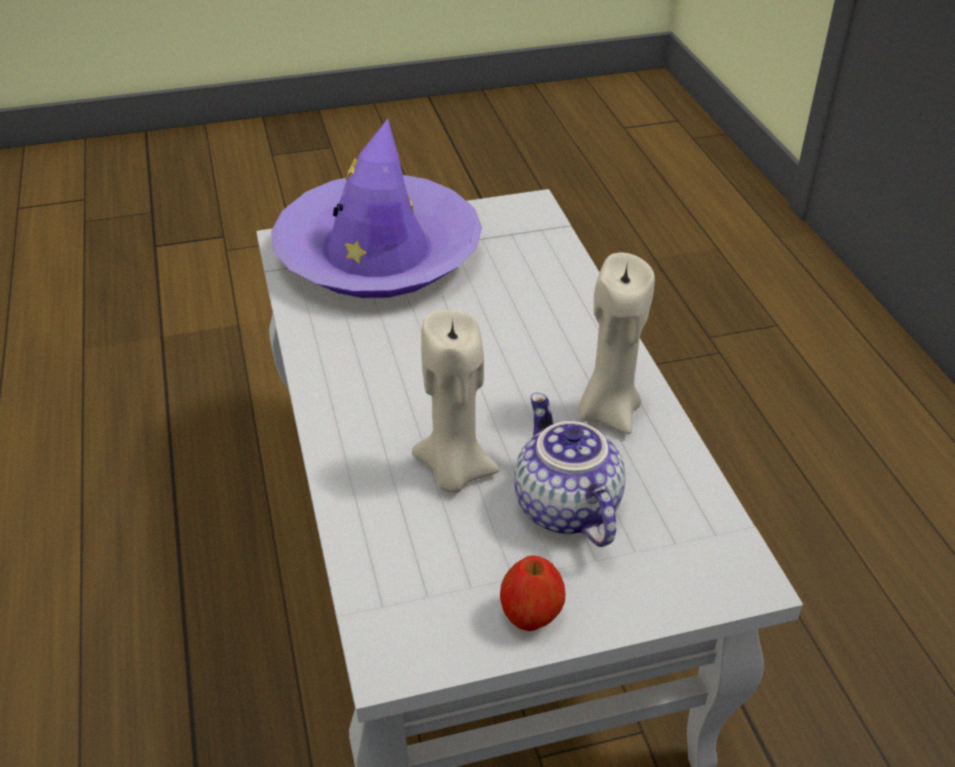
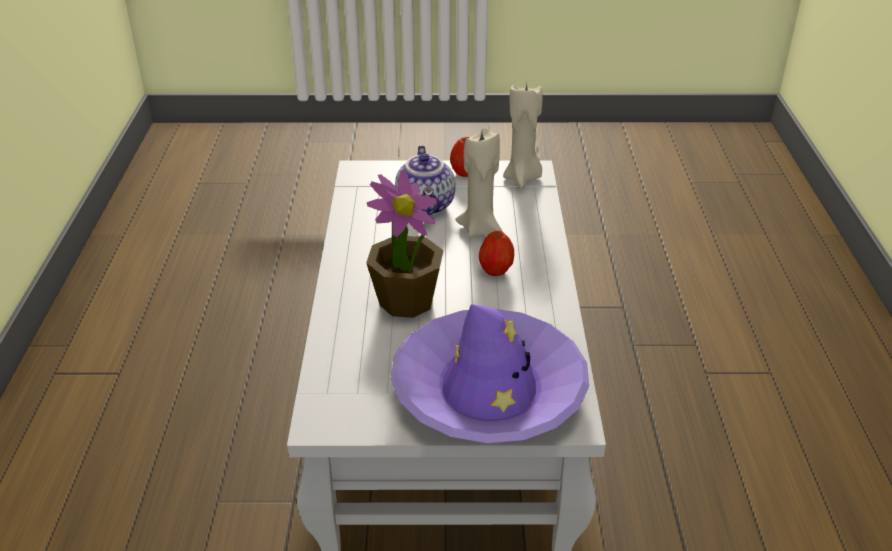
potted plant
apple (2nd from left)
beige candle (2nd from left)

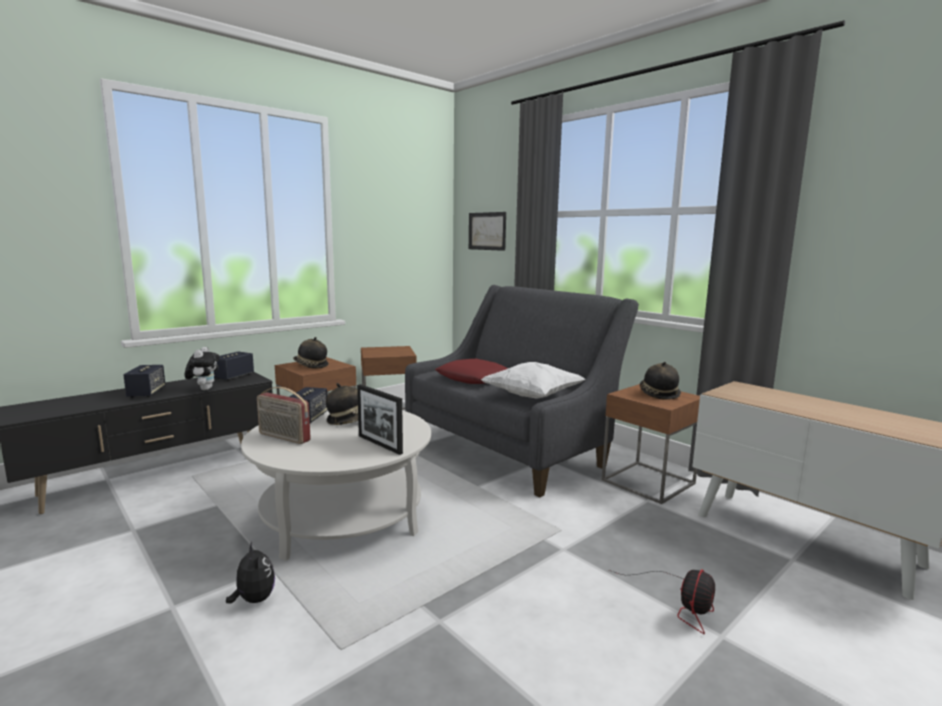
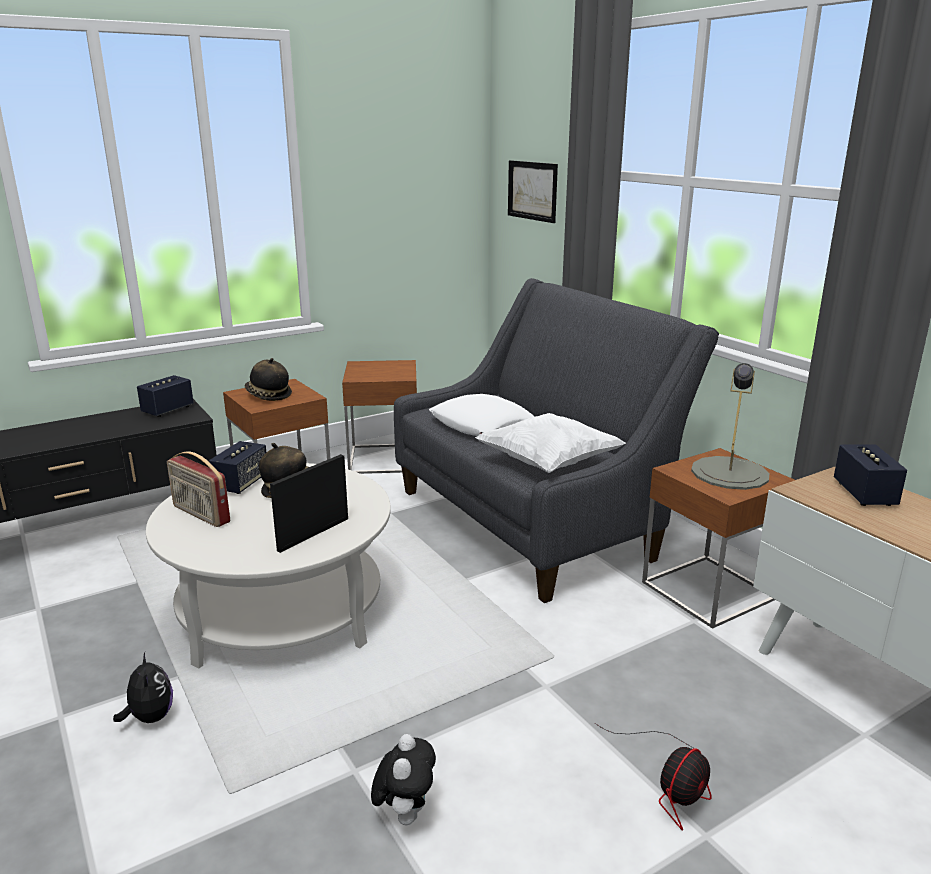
picture frame
plush toy (2nd from left)
white pillow (1st from left)
grey table lamp
speaker (3rd from left)

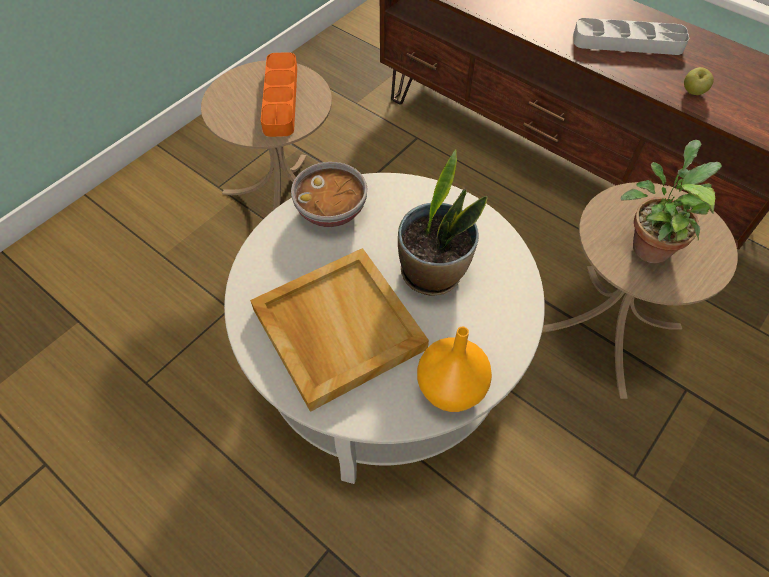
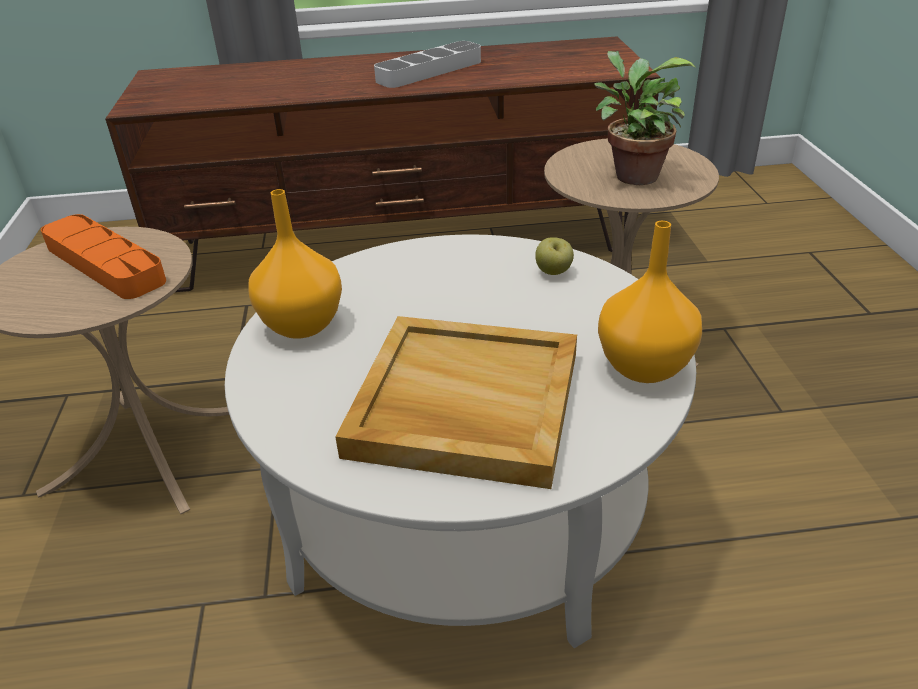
orange vase (1st from left)
apple
potted plant (1st from left in the first image)

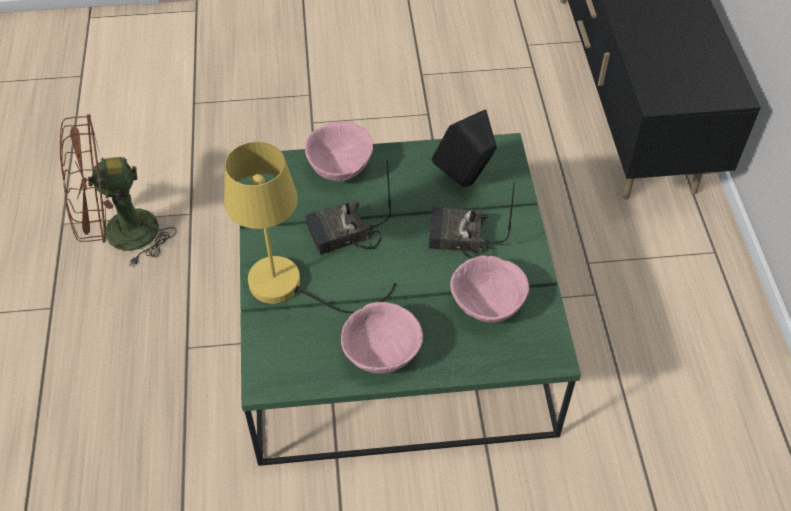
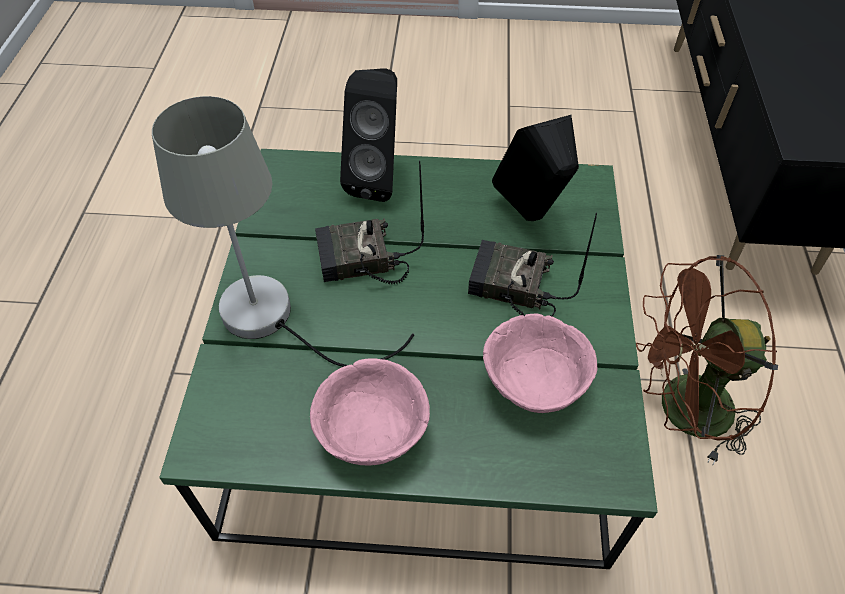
grey table lamp
black speaker (1st from left)
brown fan

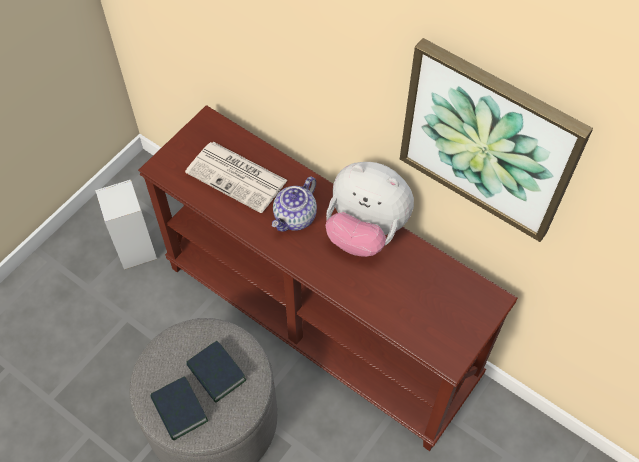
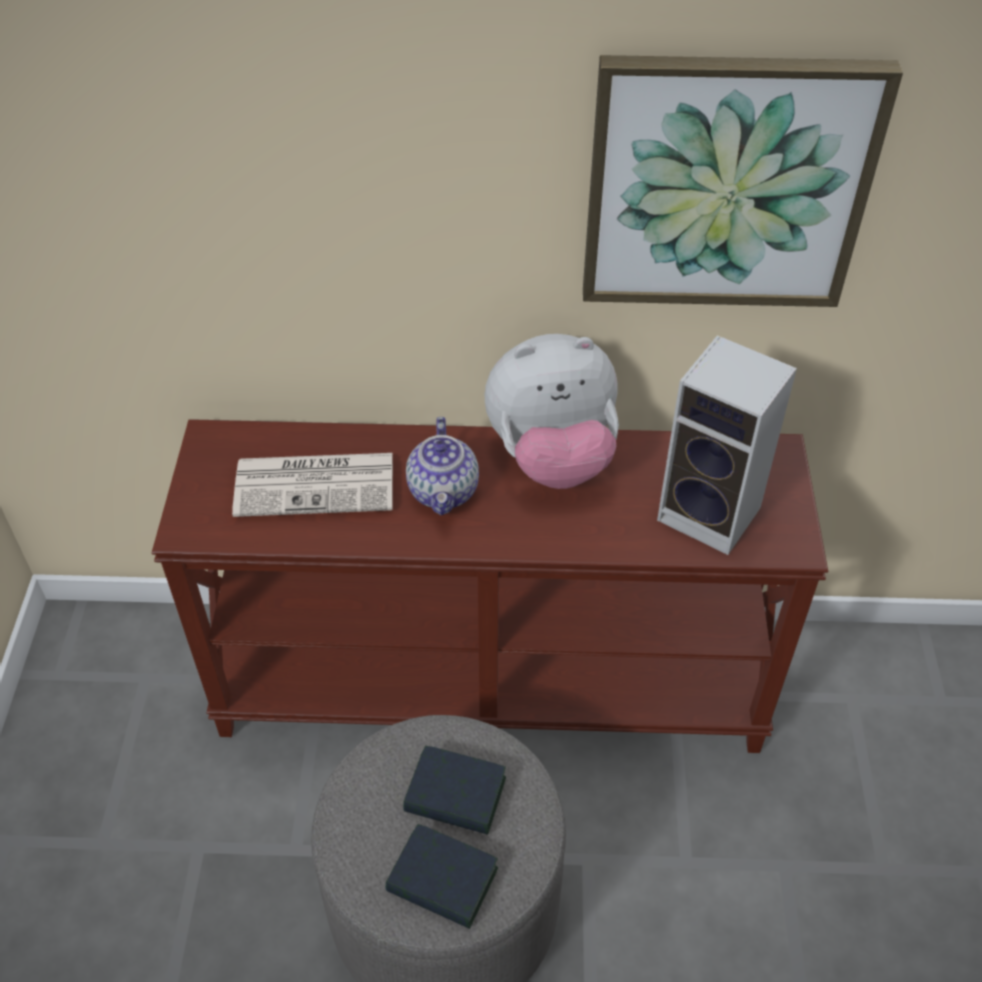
speaker

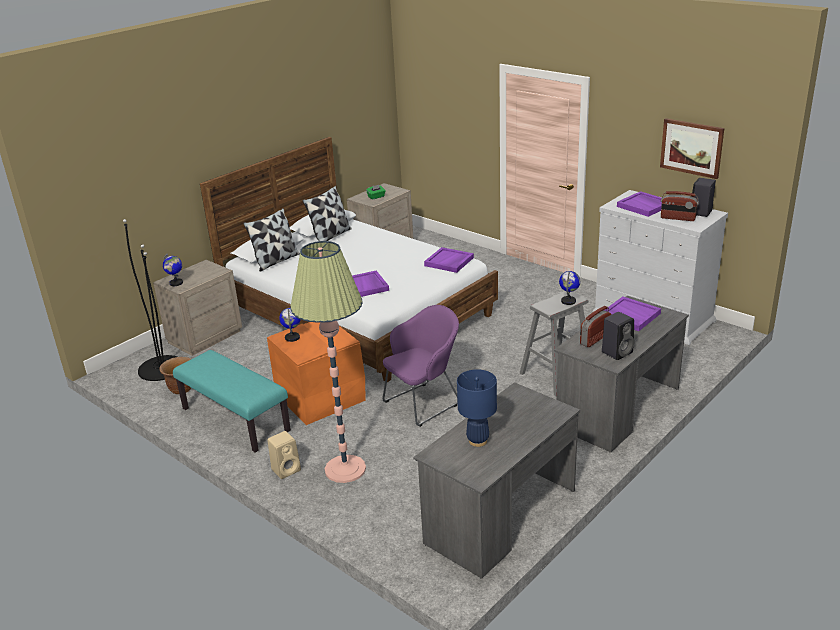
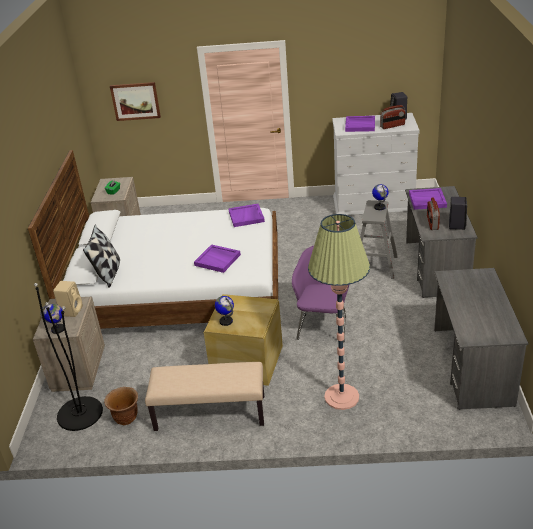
beige speaker
picture
beige bench
beige storage box
pillow (2nd from left in the first image)
blue table lamp

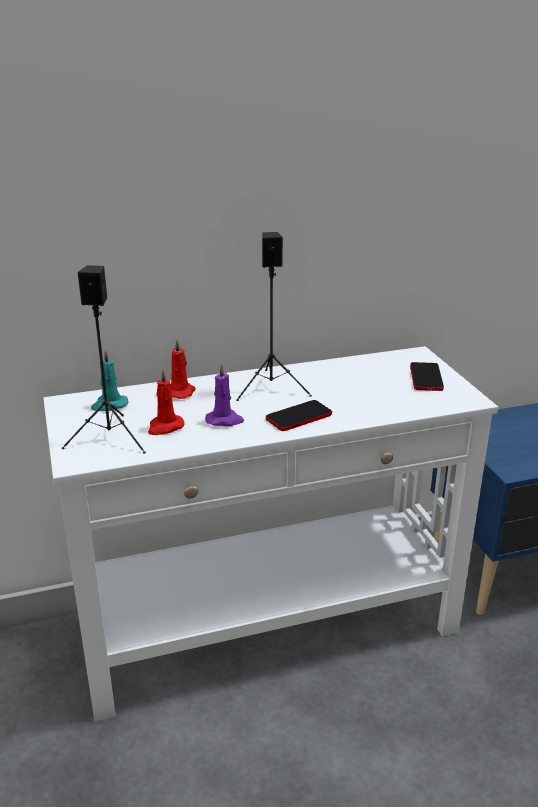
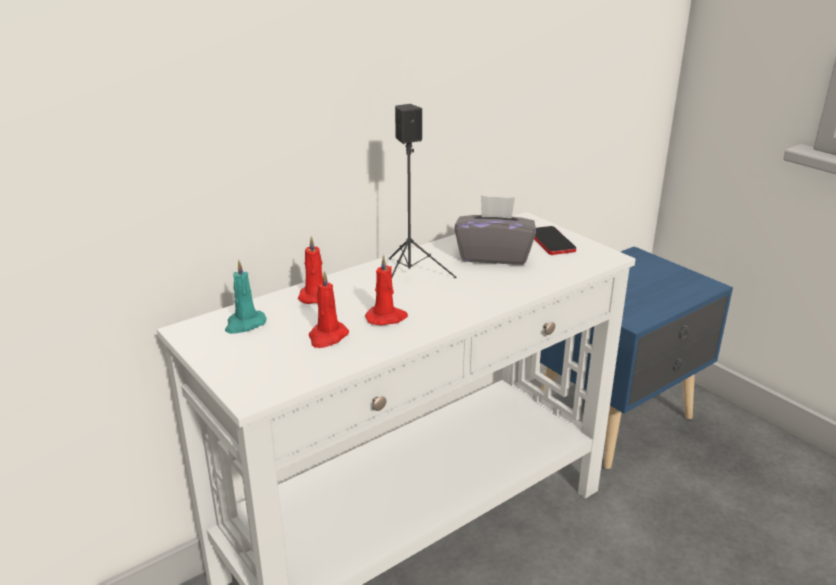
red candle (3rd from left)
grey tissue box
black speaker (1st from left in the first image)
phone (1st from left in the first image)

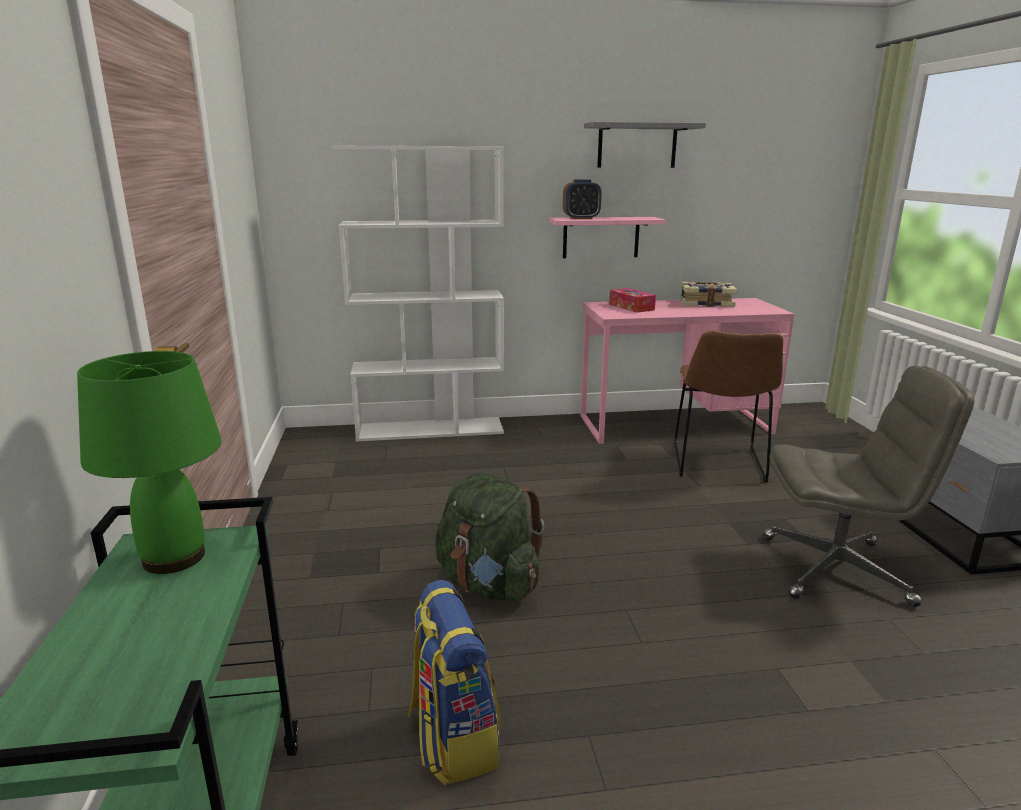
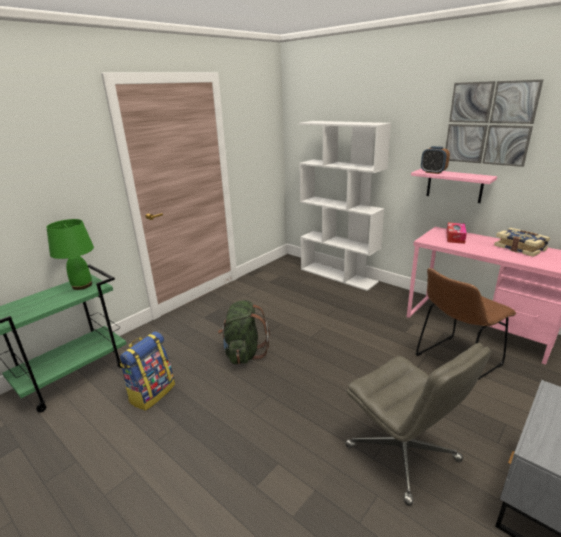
picture

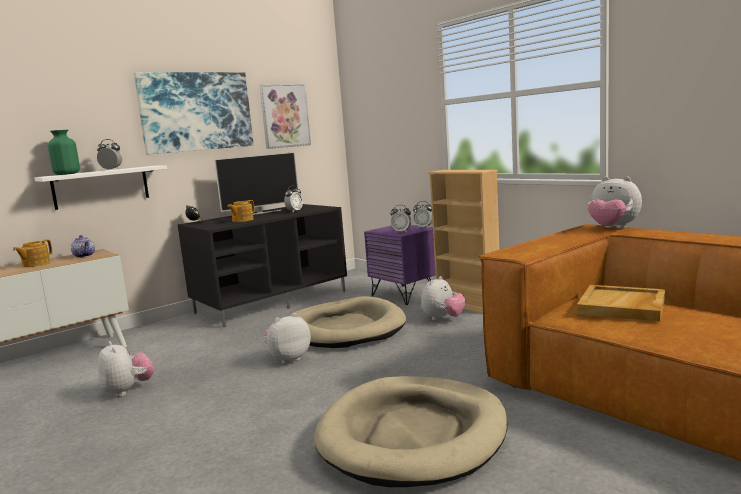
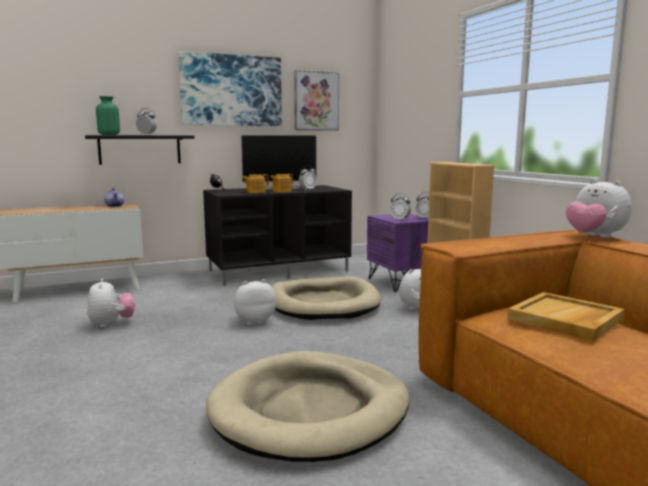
black shelf
teapot (3rd from left)

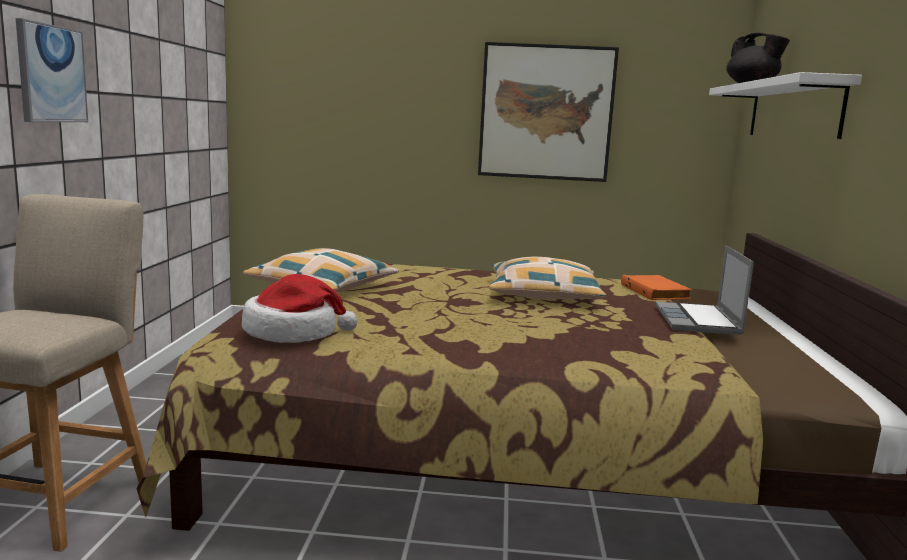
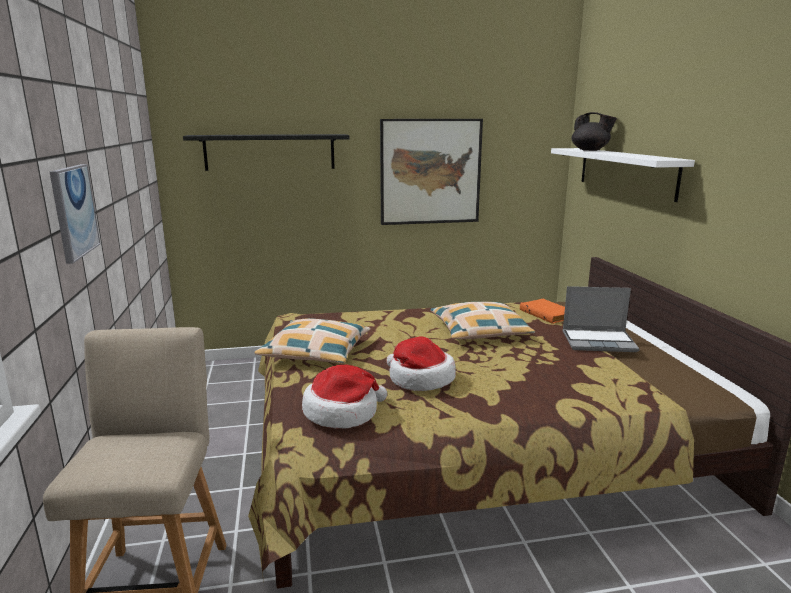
black shelf
hat (2nd from left)
laptop

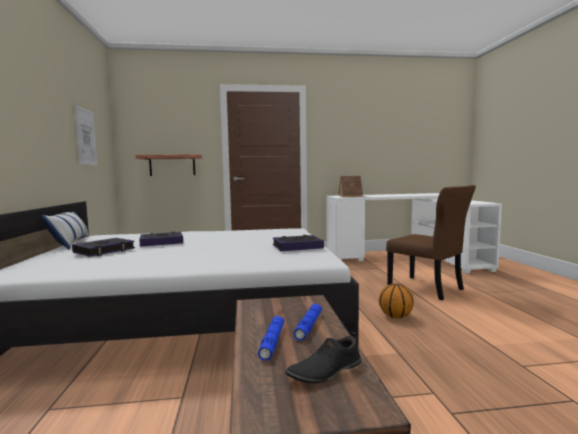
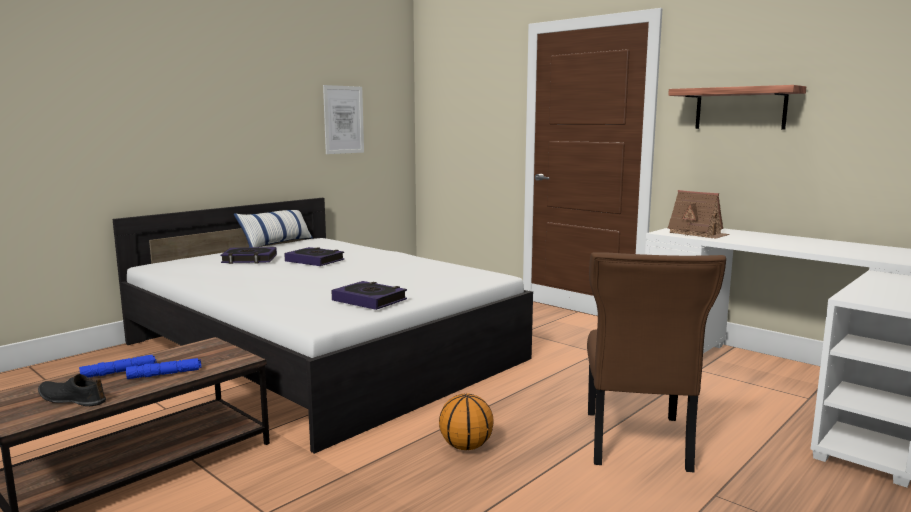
shelf

